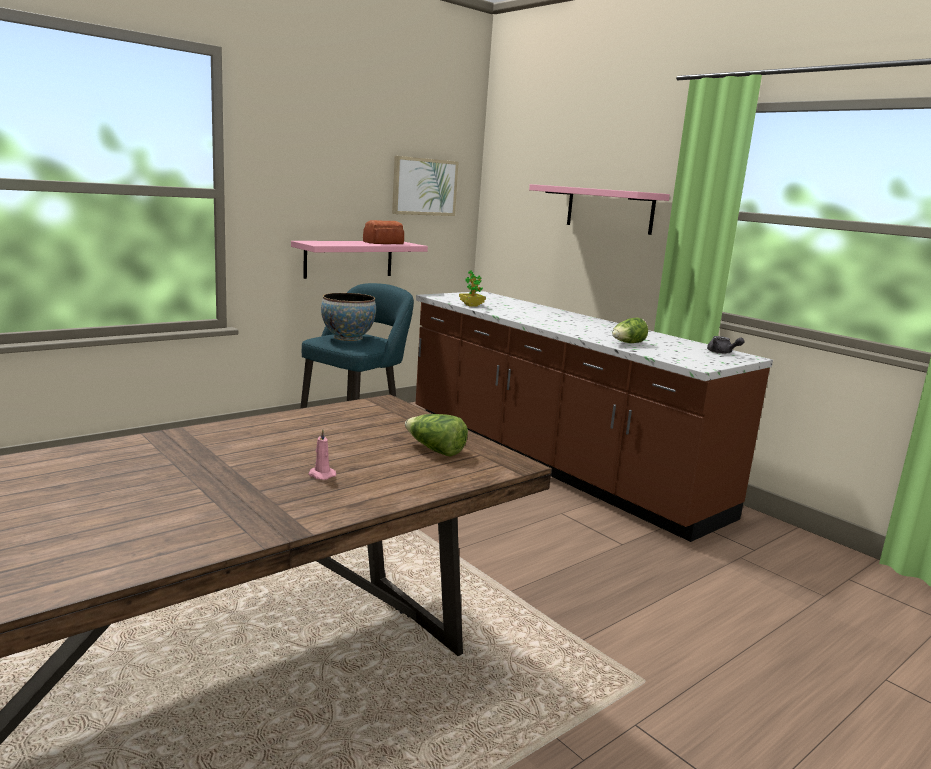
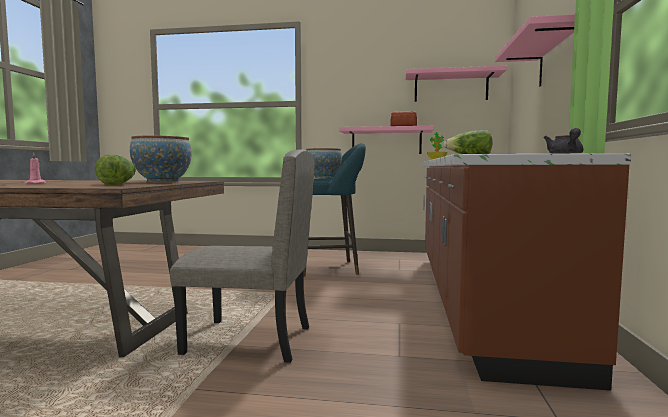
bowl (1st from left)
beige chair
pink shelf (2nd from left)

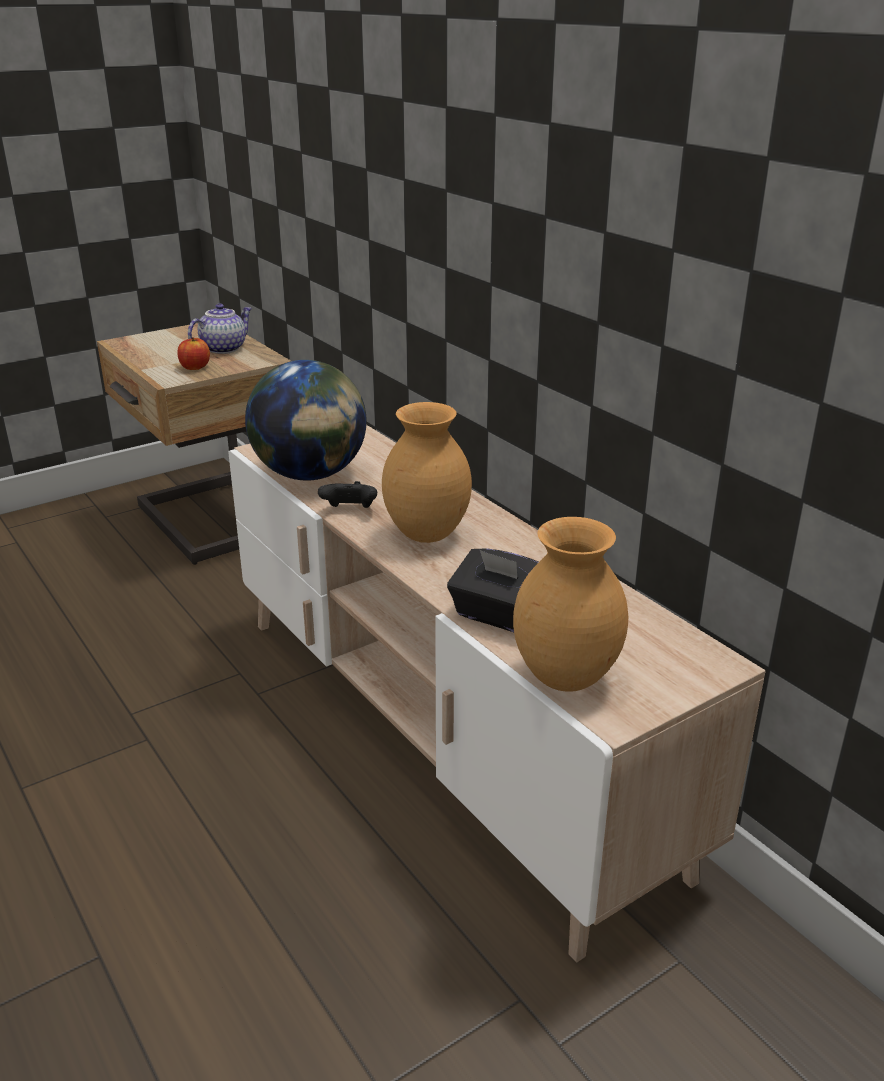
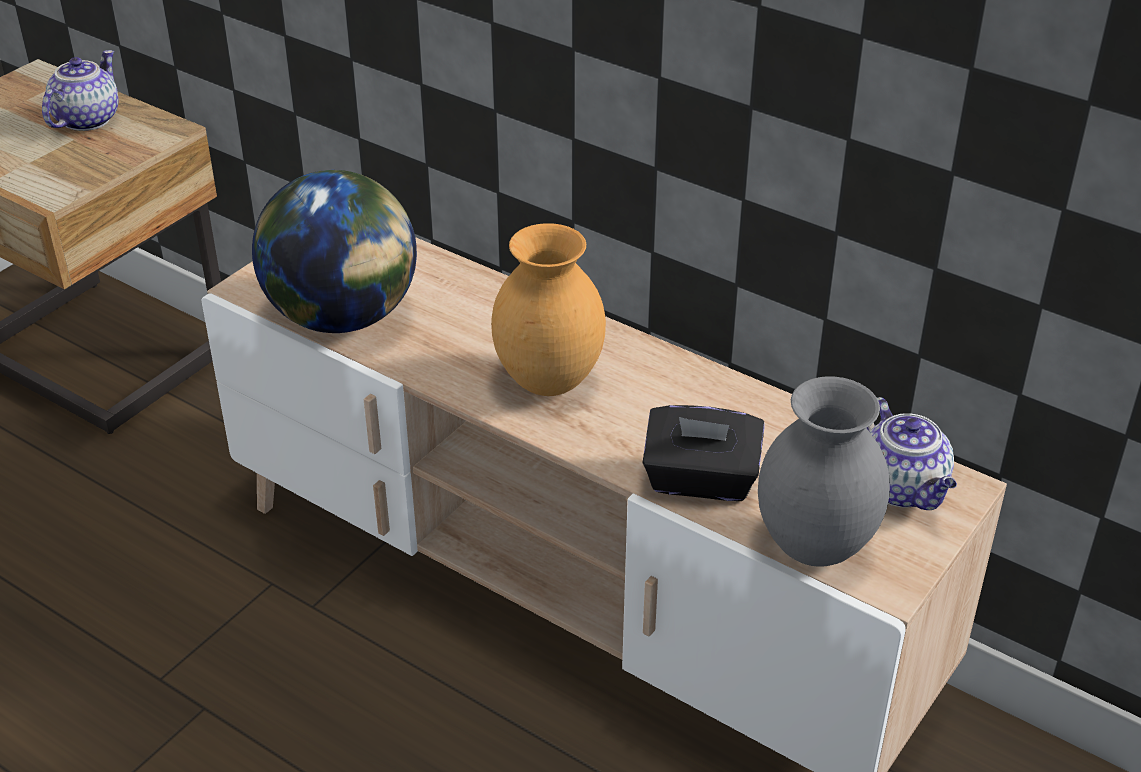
grey vase
teapot (2nd from left)
apple
black game controller

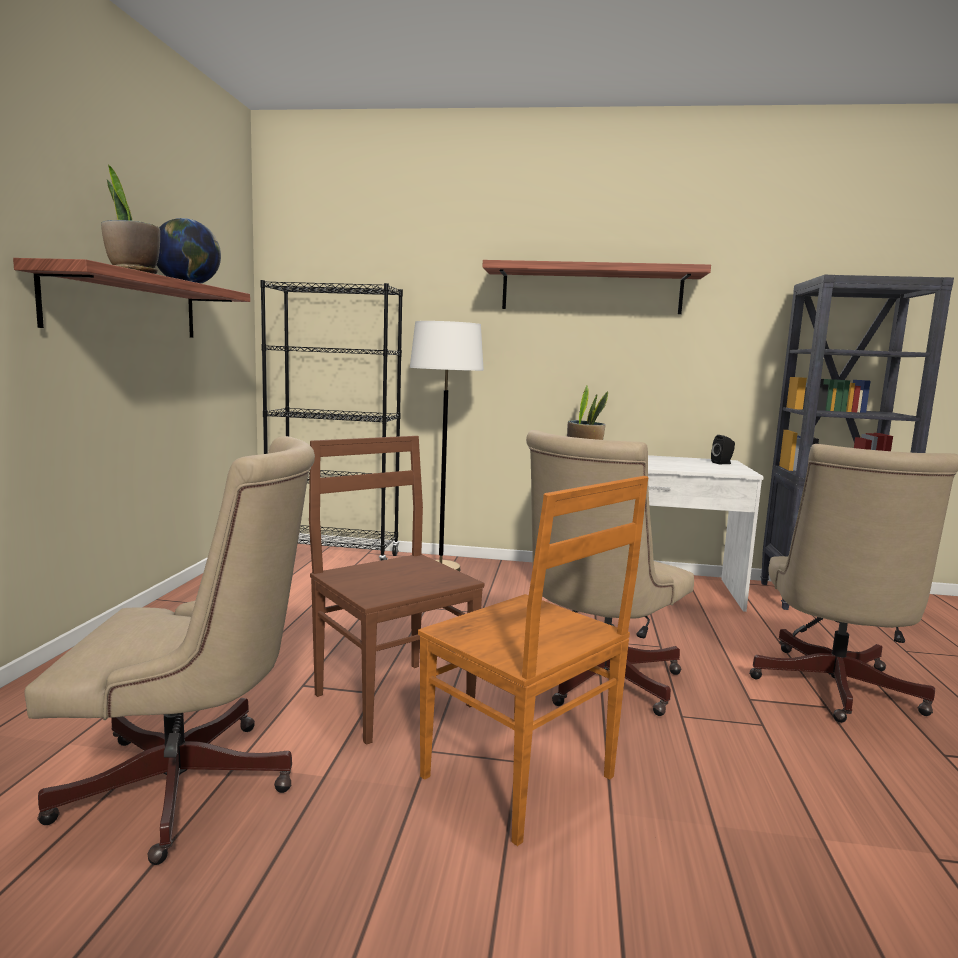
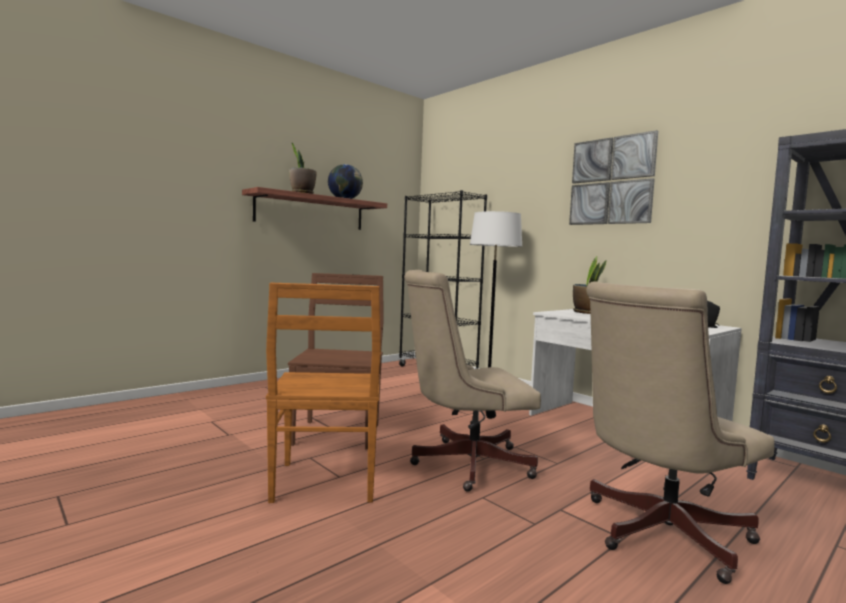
picture
beige office chair (1st from left in the first image)

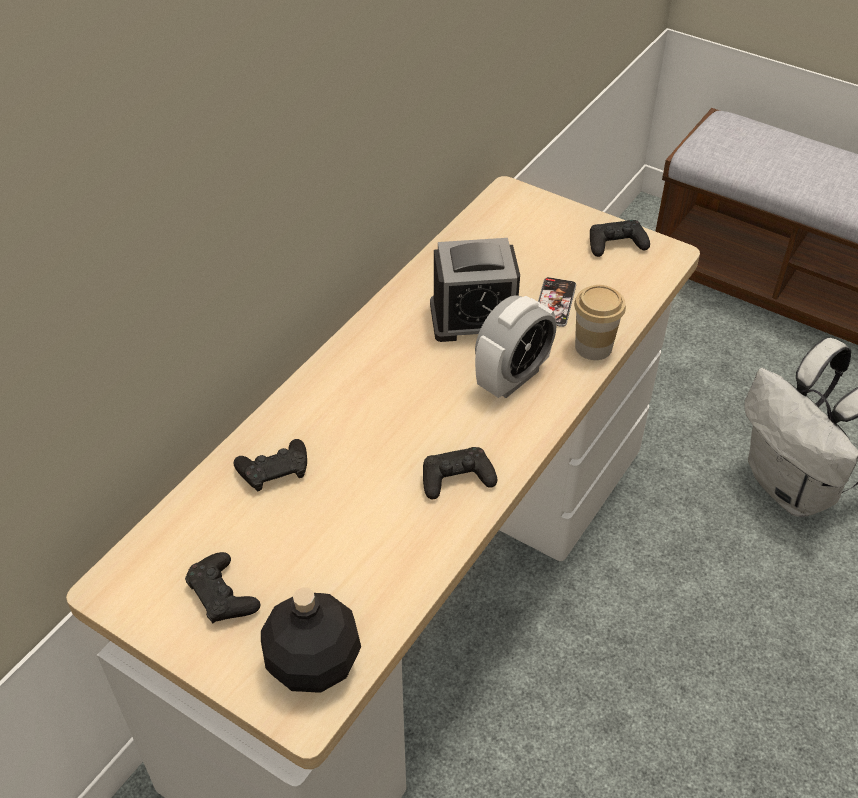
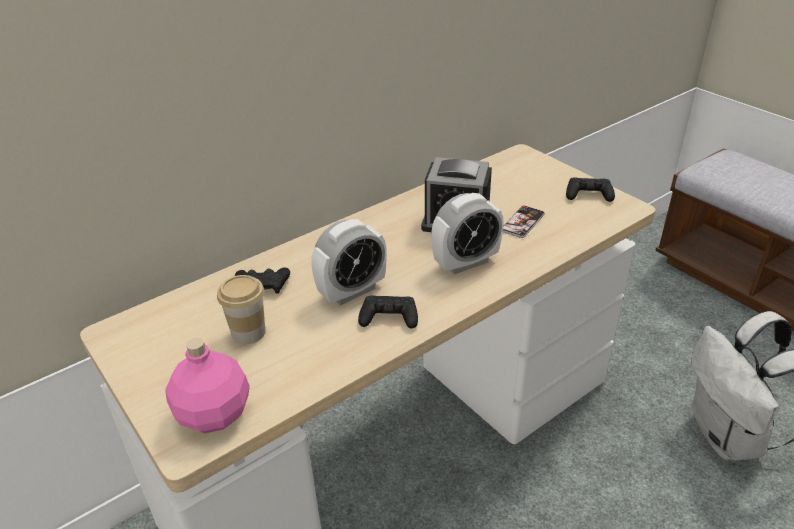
pink bottle
cup
alarm clock (1st from left)
black game controller (1st from left in the first image)

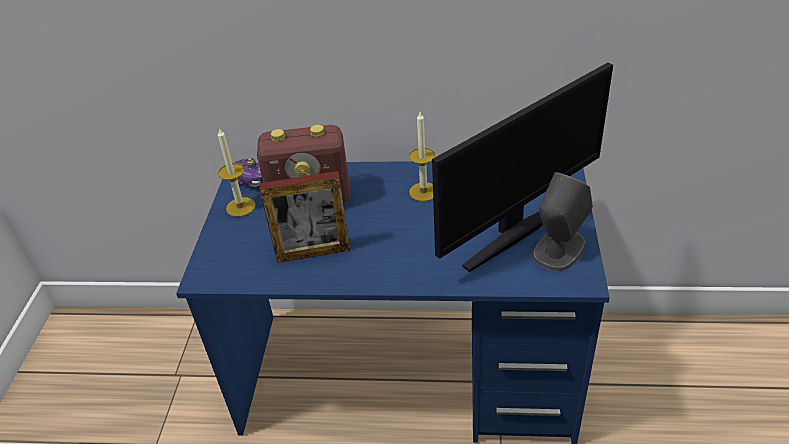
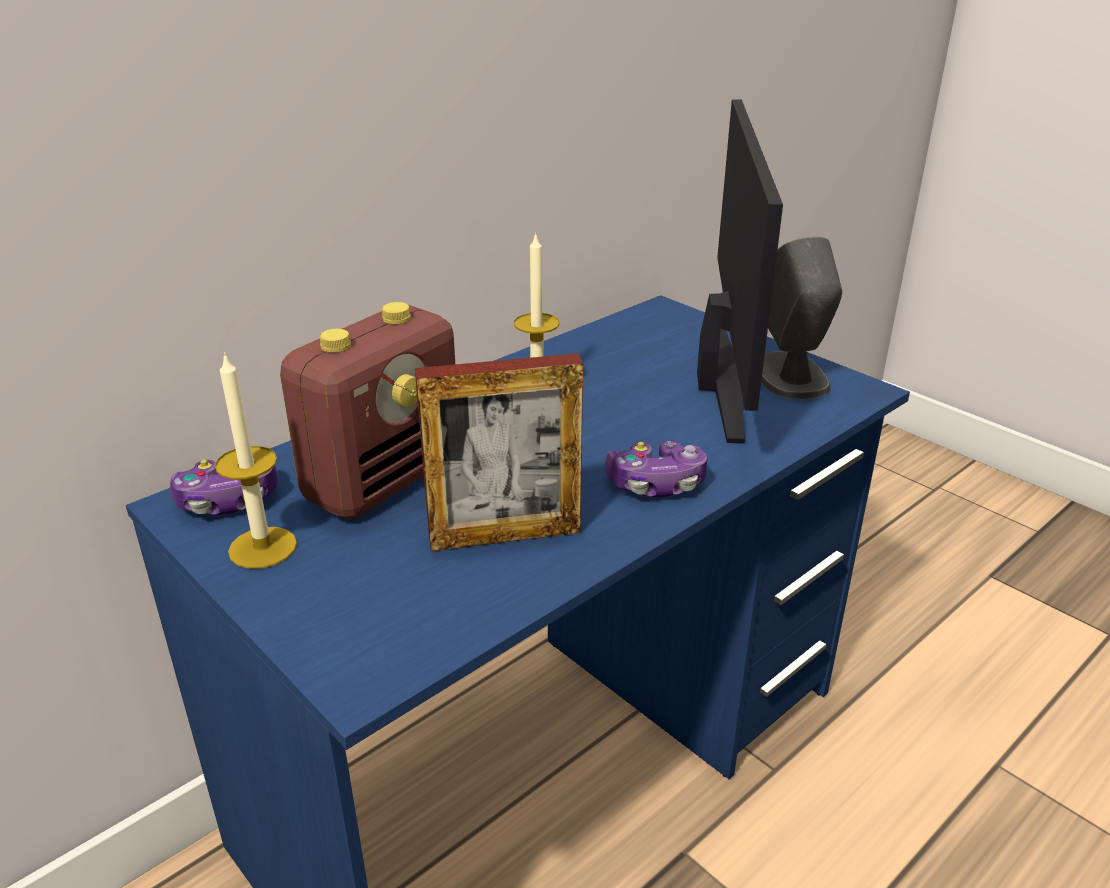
picture frame
game controller (2nd from left)

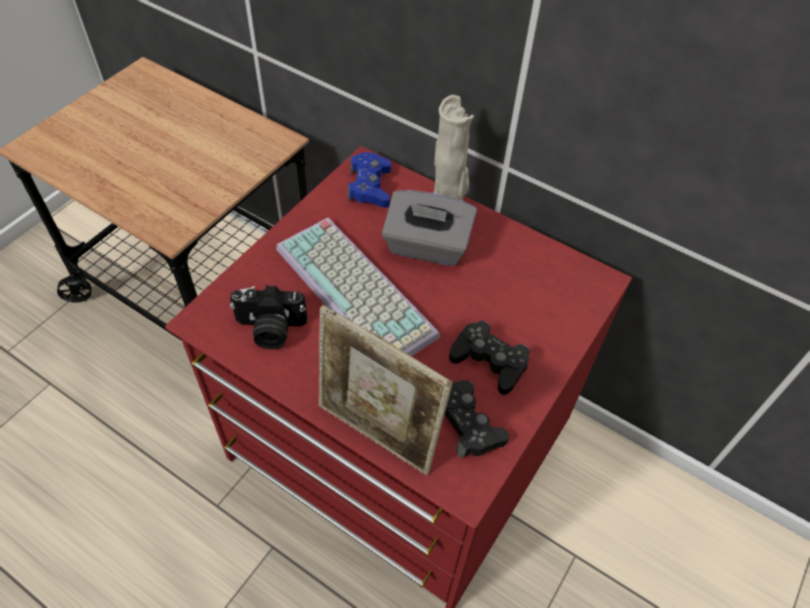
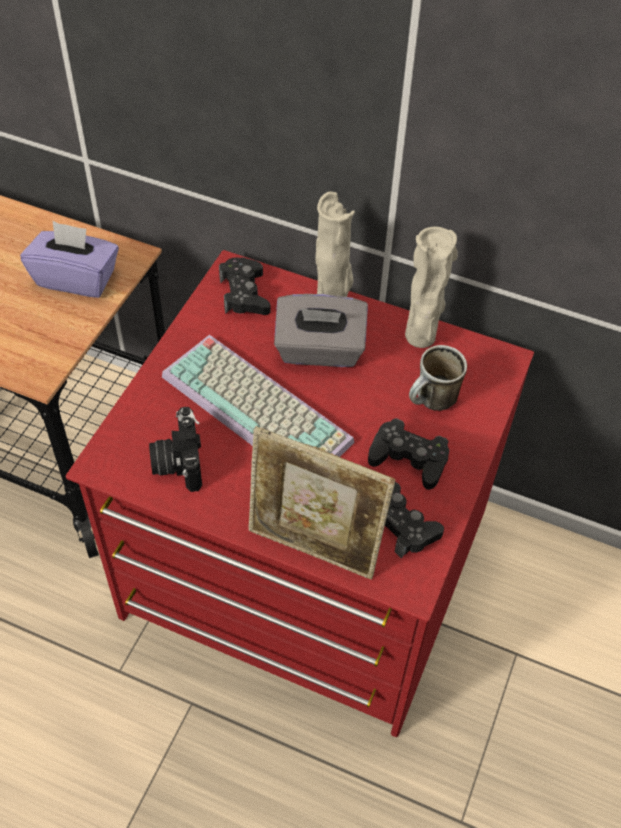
purple tissue box
photo camera
black game controller (1st from left)
beige vase (2nd from left)
mug

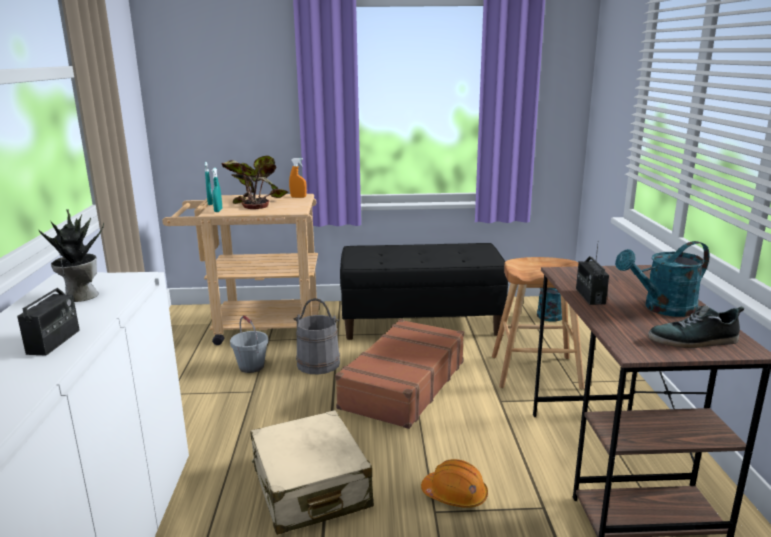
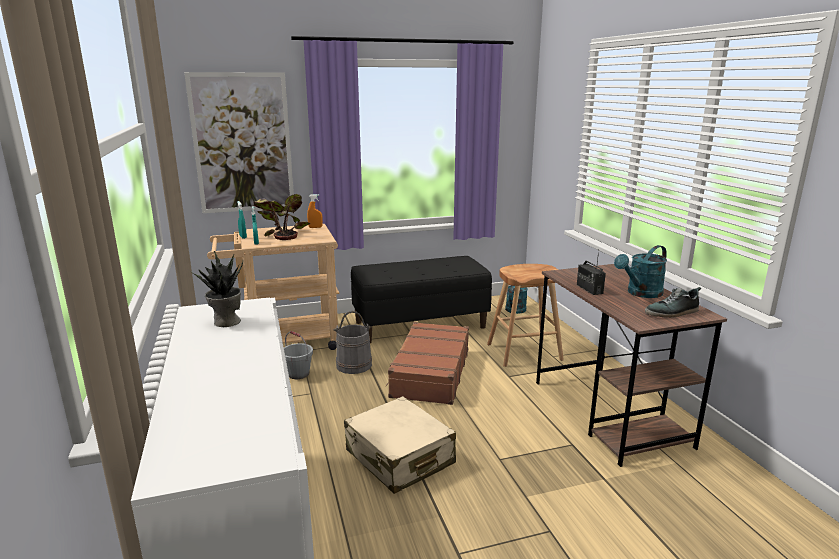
picture
radio (1st from left in the first image)
orange hard hat

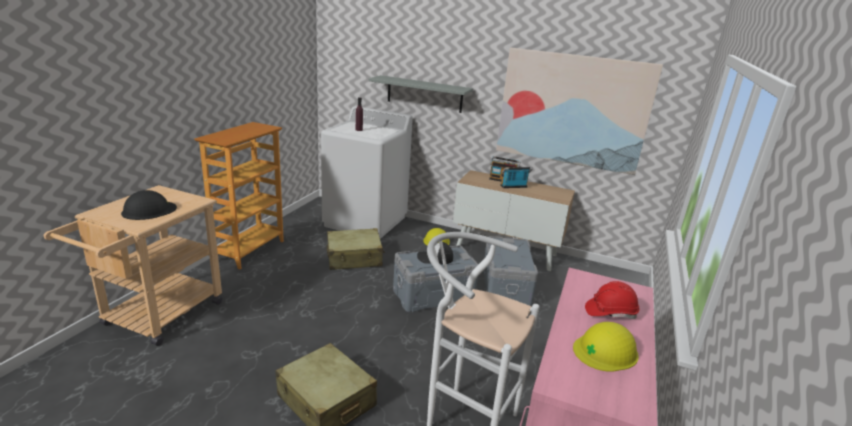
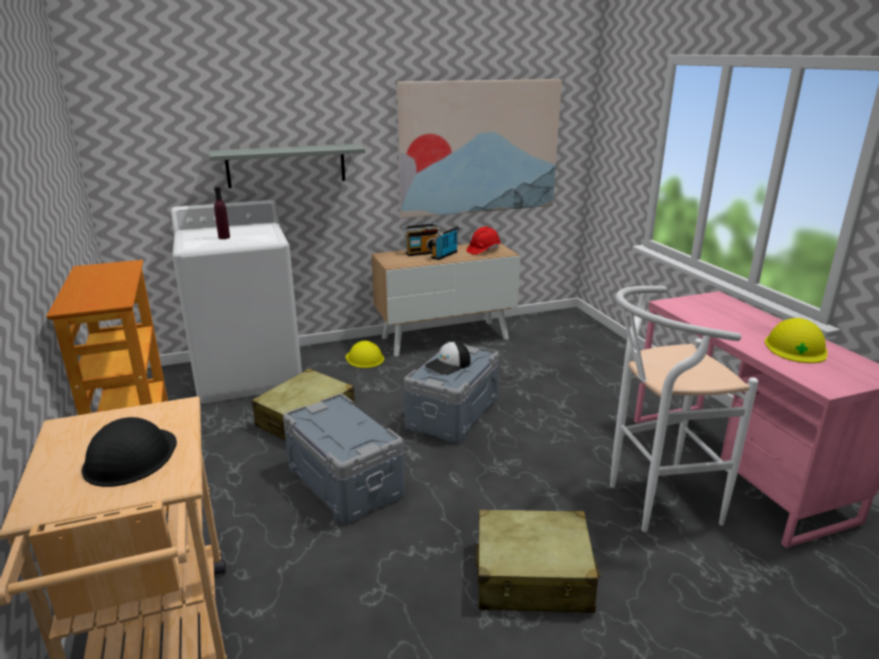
grey storage box (1st from left)
red hard hat

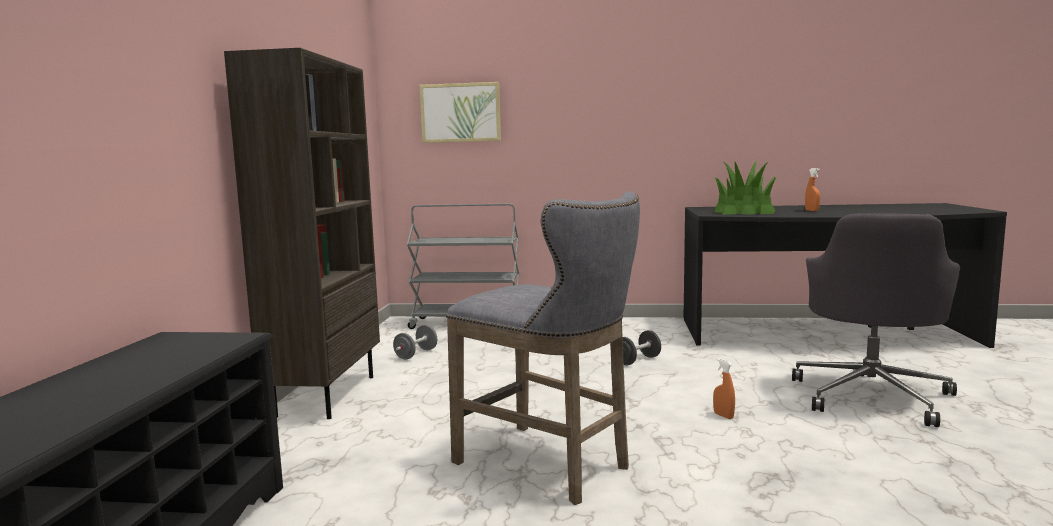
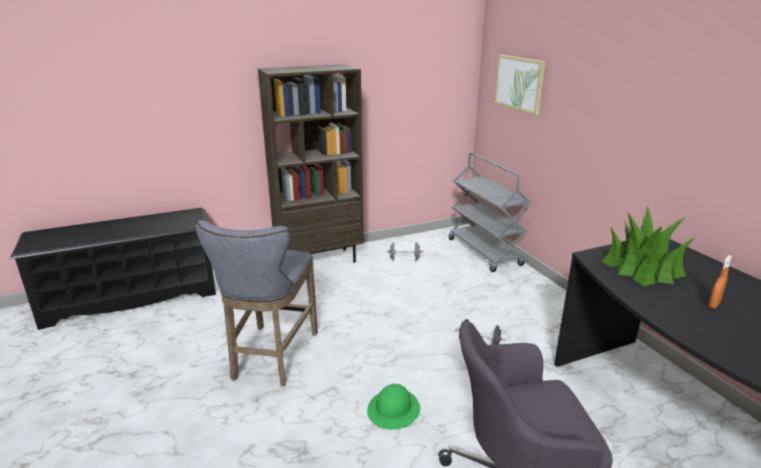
green hard hat

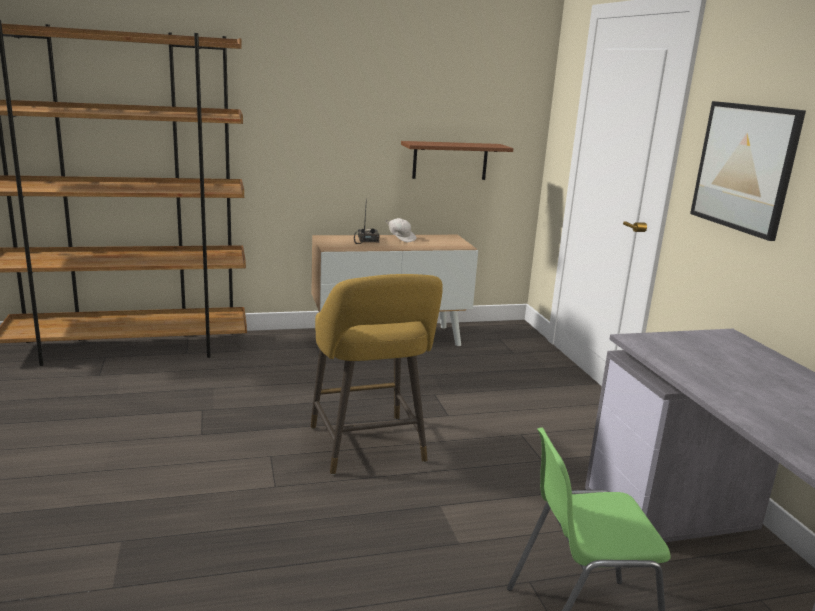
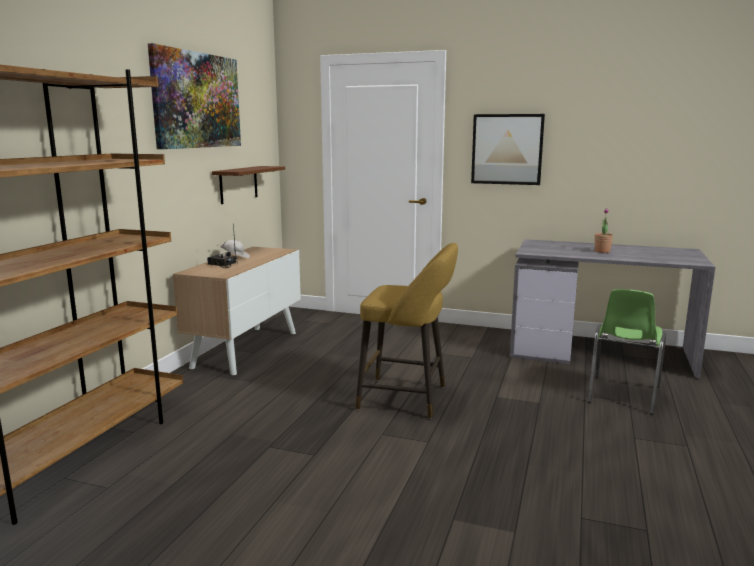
picture (1st from left)
potted plant

